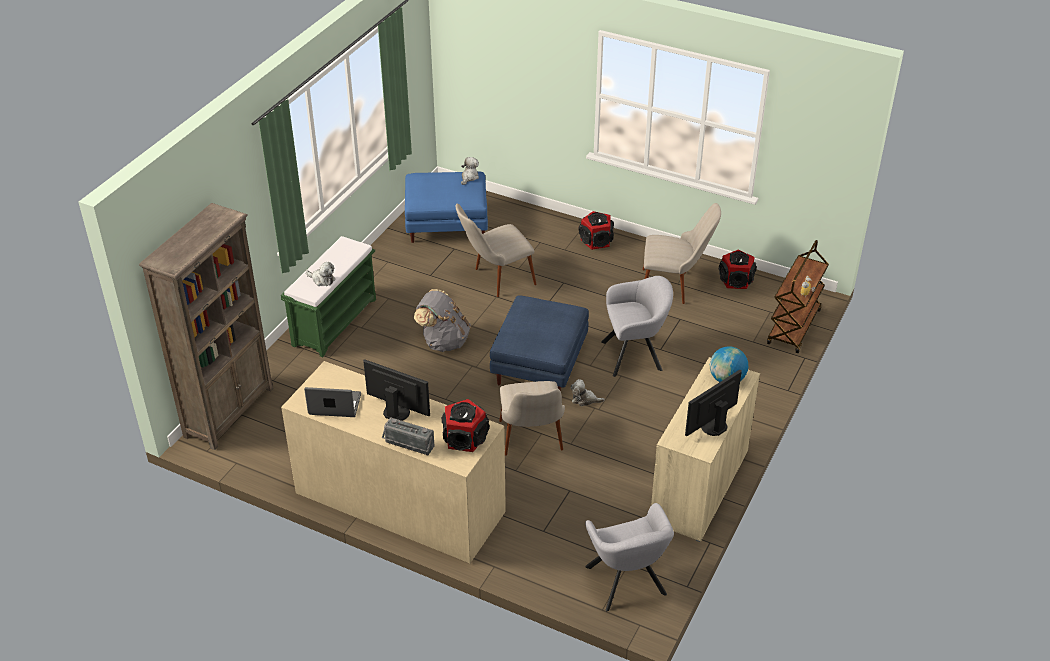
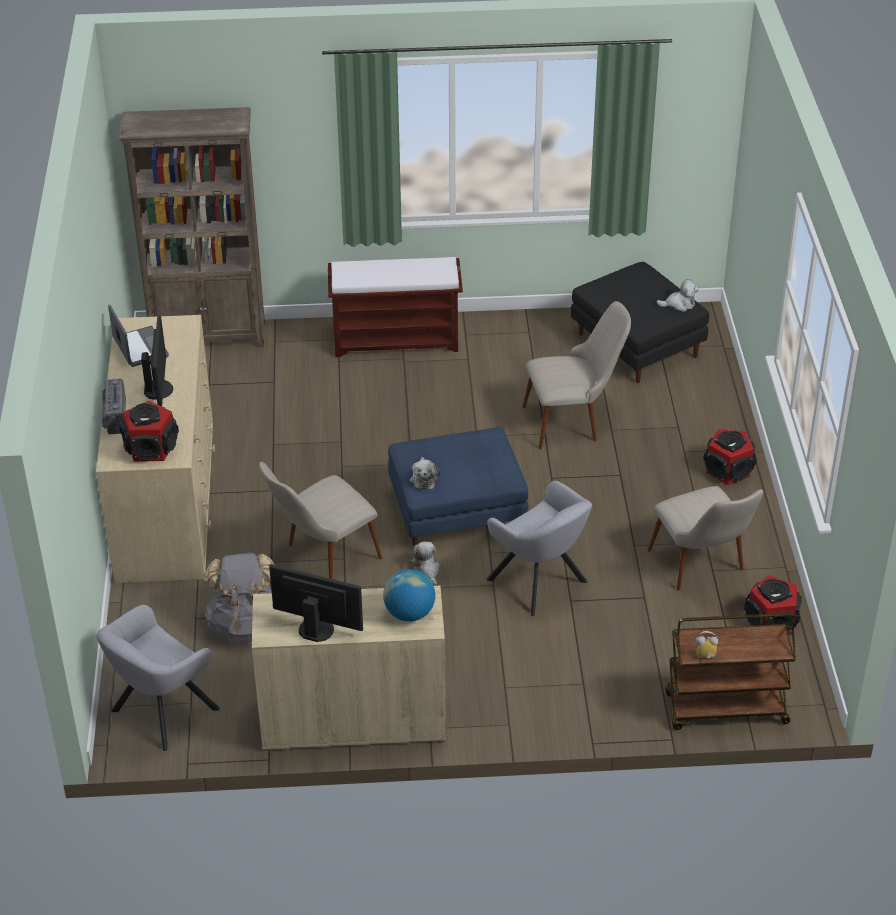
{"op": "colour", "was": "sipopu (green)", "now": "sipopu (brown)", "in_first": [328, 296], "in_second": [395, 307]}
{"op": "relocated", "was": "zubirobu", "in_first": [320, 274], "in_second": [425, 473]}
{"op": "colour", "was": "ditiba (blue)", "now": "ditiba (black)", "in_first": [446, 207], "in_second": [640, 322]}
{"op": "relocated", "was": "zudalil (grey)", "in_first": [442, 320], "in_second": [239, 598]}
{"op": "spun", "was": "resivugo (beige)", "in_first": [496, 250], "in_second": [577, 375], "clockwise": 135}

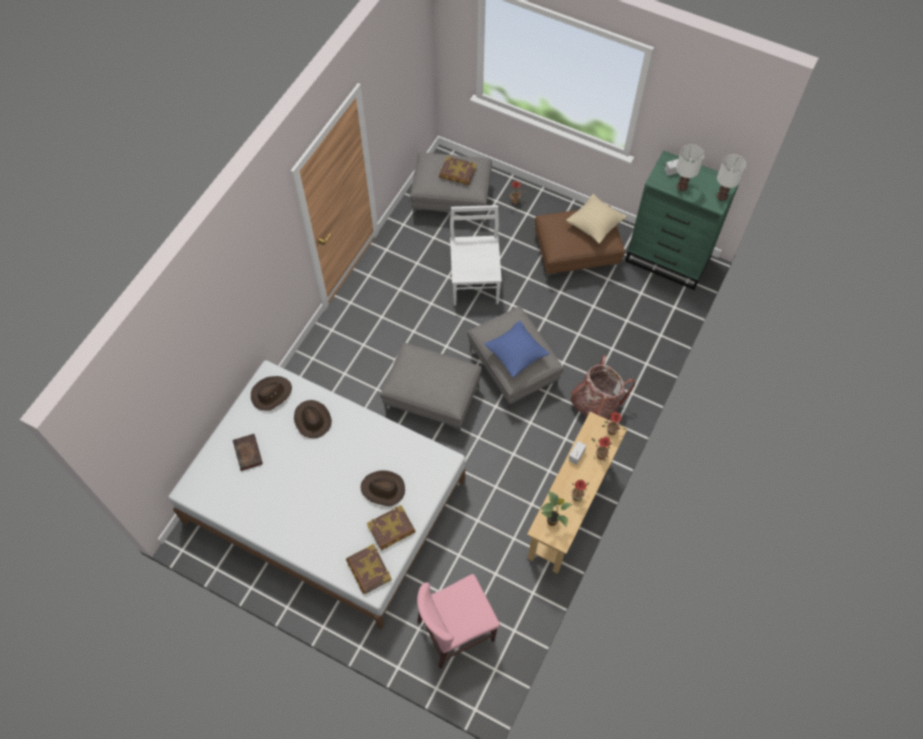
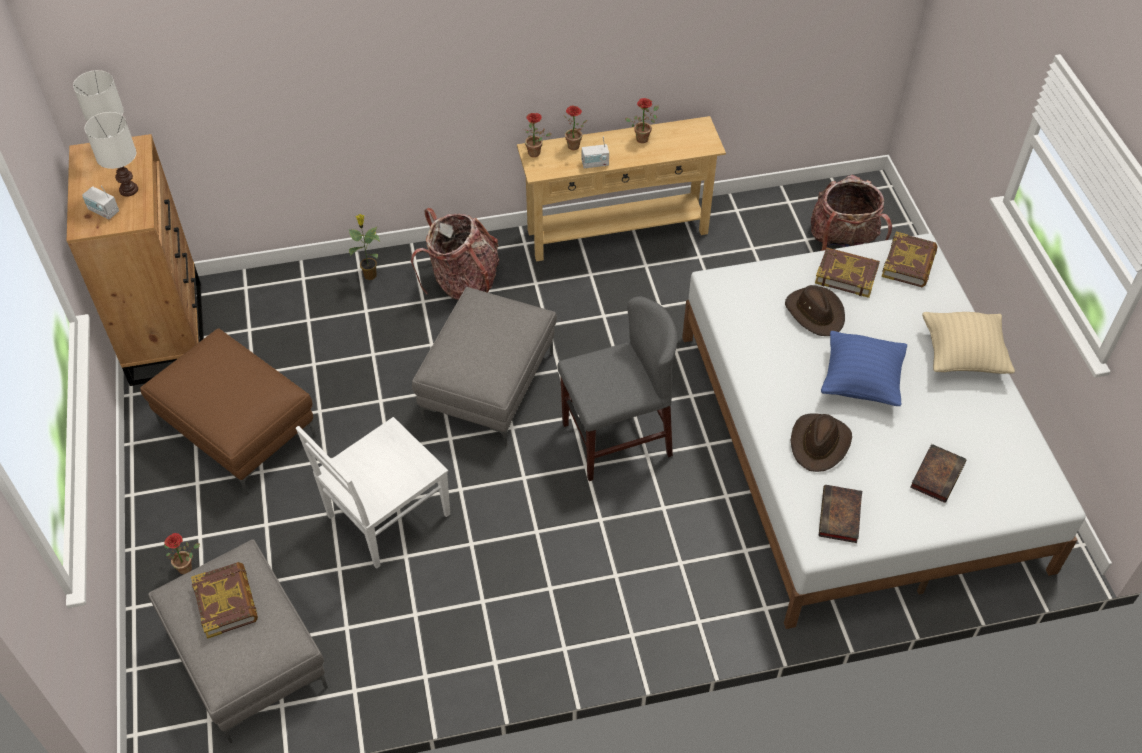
{"op": "exchanged", "was": "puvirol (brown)", "now": "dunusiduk", "in_first": [271, 393], "in_second": [840, 514]}
{"op": "exchanged", "was": "ditiba (grey)", "now": "resivugo (grey)", "in_first": [431, 388], "in_second": [617, 389]}
{"op": "exchanged", "was": "resivugo (pink)", "now": "zudalil", "in_first": [458, 621], "in_second": [851, 213]}
{"op": "relocated", "was": "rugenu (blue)", "in_first": [516, 349], "in_second": [864, 368]}
{"op": "relocated", "was": "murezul", "in_first": [556, 509], "in_second": [364, 247]}
{"op": "relocated", "was": "rugenu (beige)", "in_first": [596, 219], "in_second": [968, 343]}
{"op": "colour", "was": "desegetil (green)", "now": "desegetil (brown)", "in_first": [681, 220], "in_second": [135, 260]}

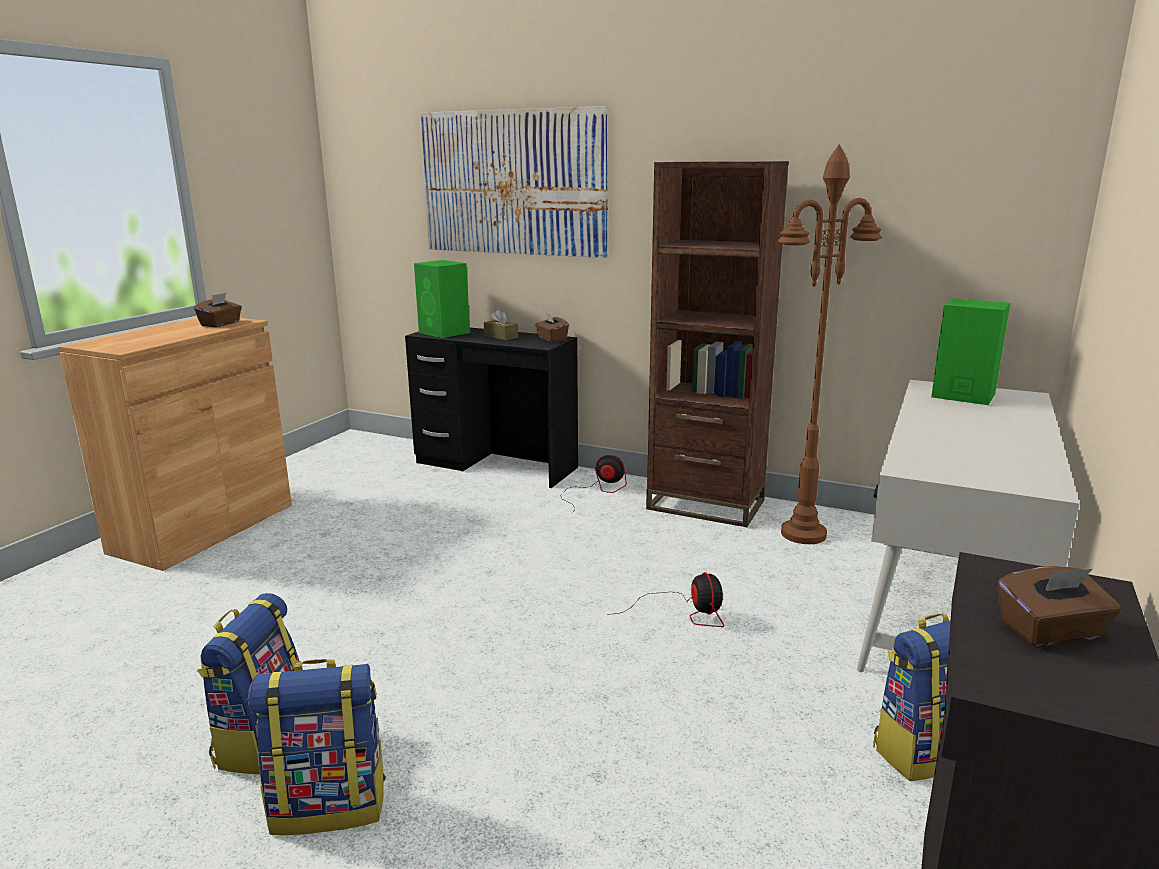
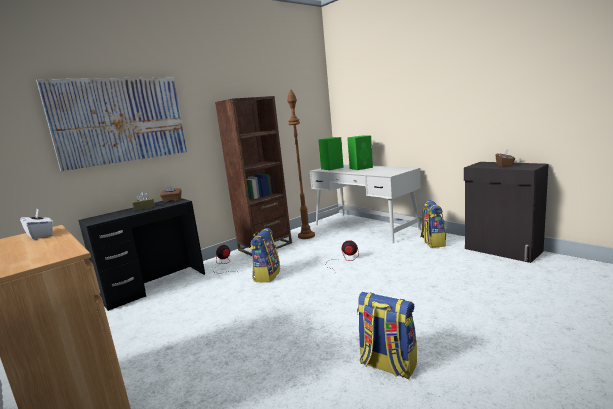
{"op": "colour", "was": "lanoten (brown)", "now": "lanoten (white)", "in_first": [218, 310], "in_second": [36, 224]}
{"op": "relocated", "was": "zudalil", "in_first": [317, 747], "in_second": [265, 255]}
{"op": "relocated", "was": "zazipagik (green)", "in_first": [442, 299], "in_second": [360, 152]}

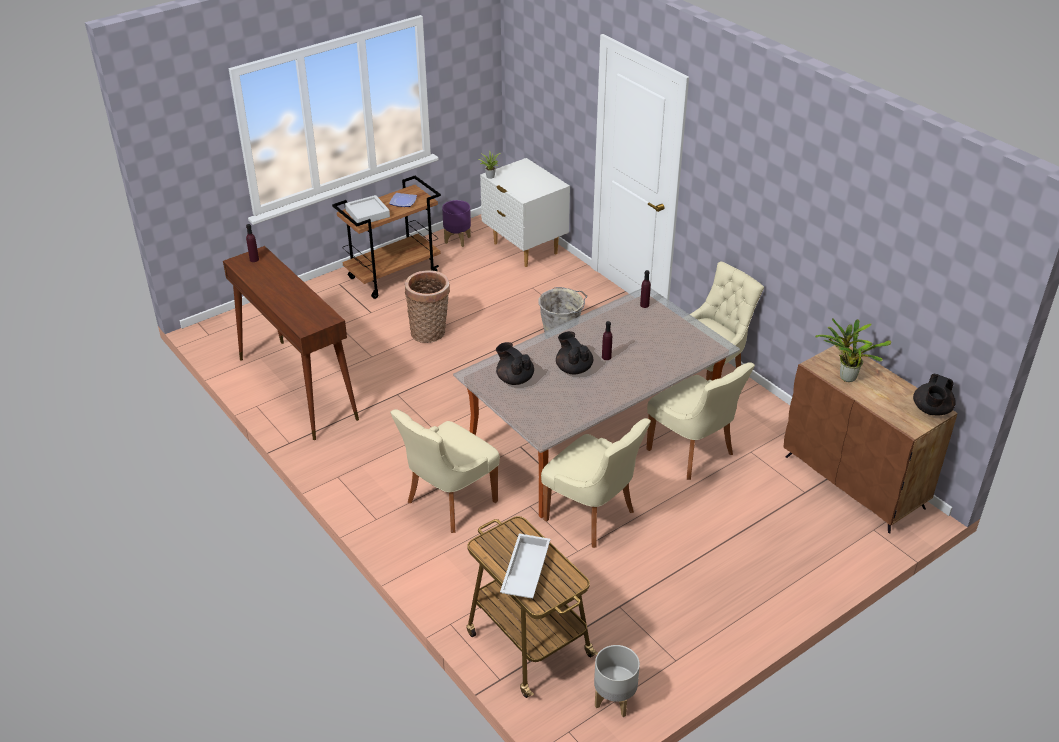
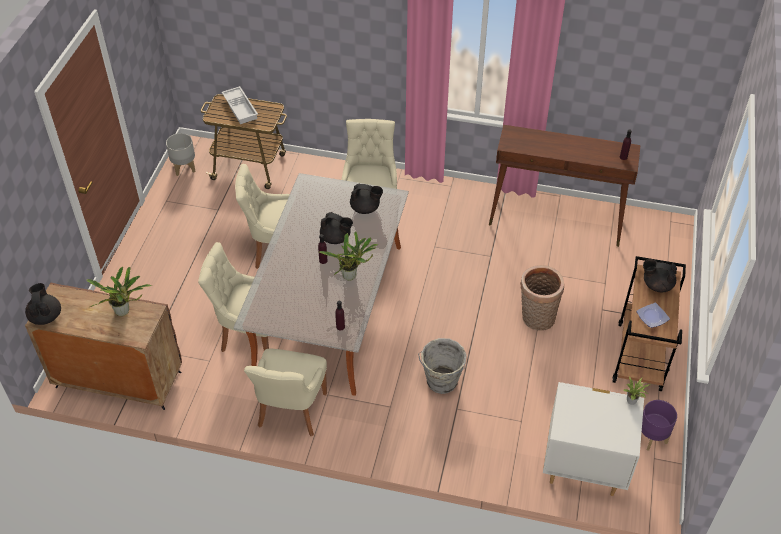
{"op": "exchanged", "was": "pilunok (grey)", "now": "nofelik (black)", "in_first": [367, 209], "in_second": [660, 275]}
{"op": "appeared", "now": "murezul", "in_second": [349, 256]}

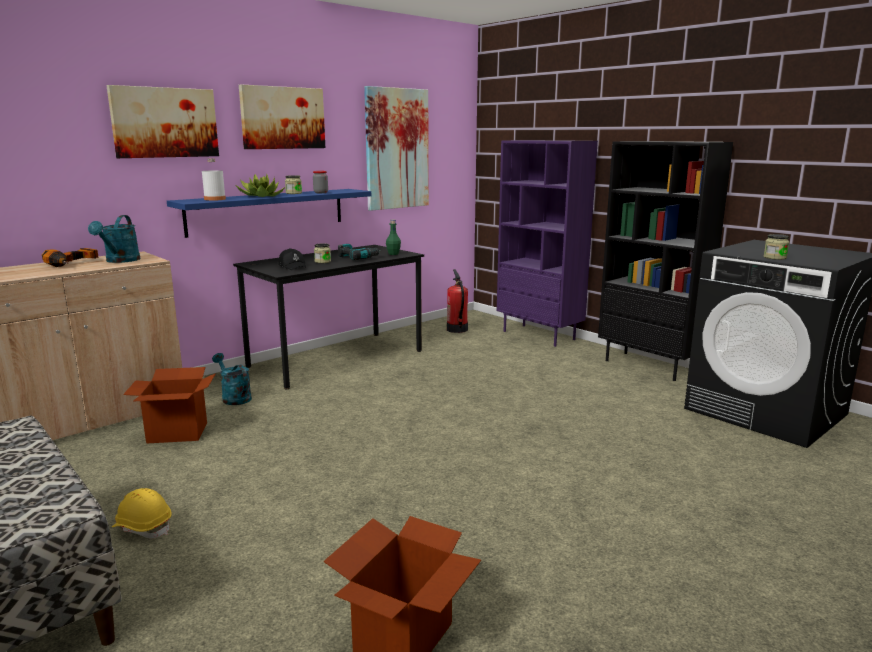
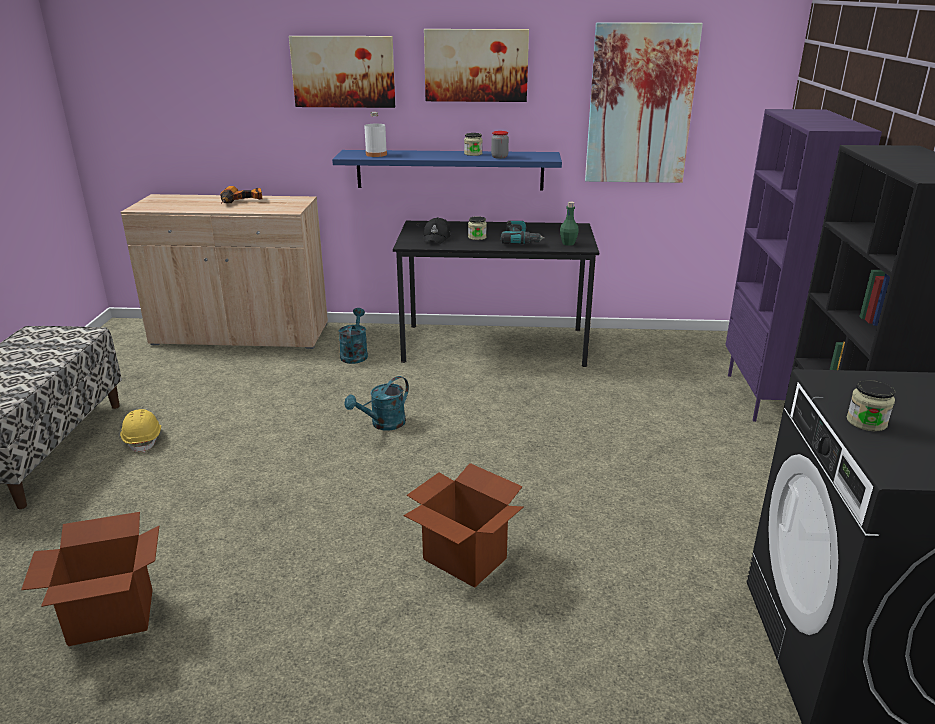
{"op": "relocated", "was": "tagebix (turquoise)", "in_first": [114, 239], "in_second": [376, 403]}
{"op": "relocated", "was": "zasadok", "in_first": [169, 405], "in_second": [464, 525]}
{"op": "missing", "was": "murezul", "in_first": [260, 185]}
{"op": "missing", "was": "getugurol", "in_first": [457, 301]}

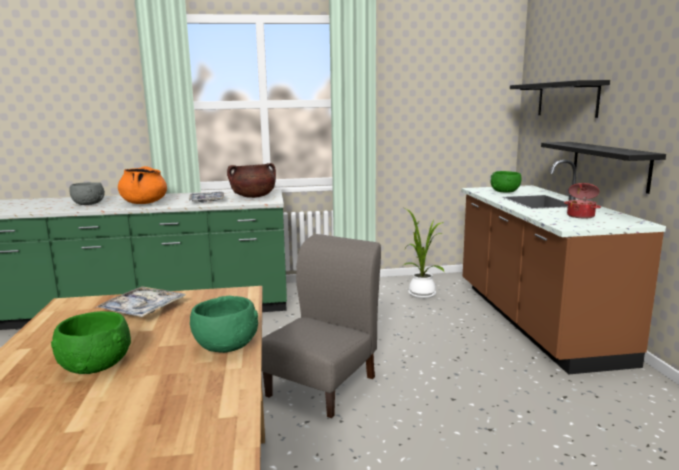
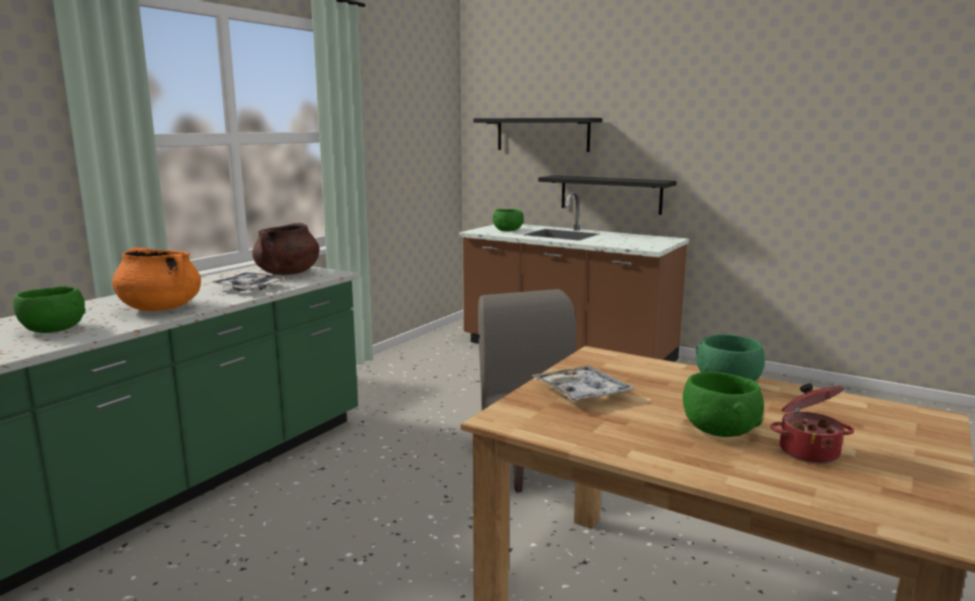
{"op": "colour", "was": "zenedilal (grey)", "now": "zenedilal (green)", "in_first": [87, 193], "in_second": [49, 309]}
{"op": "missing", "was": "murezul", "in_first": [424, 253]}
{"op": "relocated", "was": "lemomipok", "in_first": [582, 200], "in_second": [812, 423]}

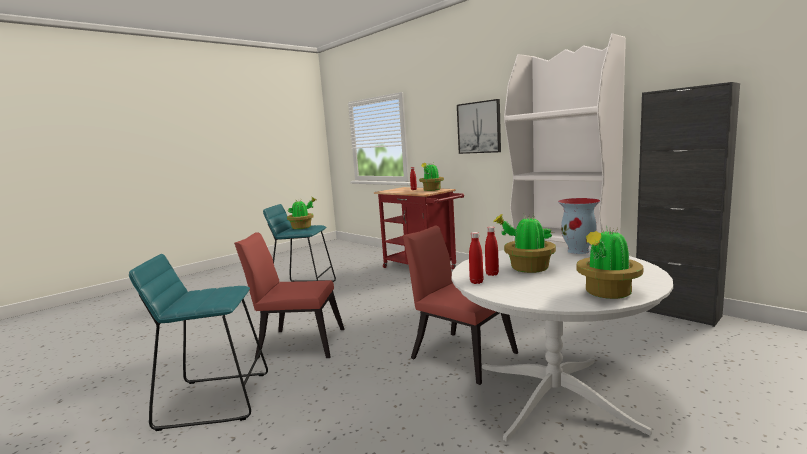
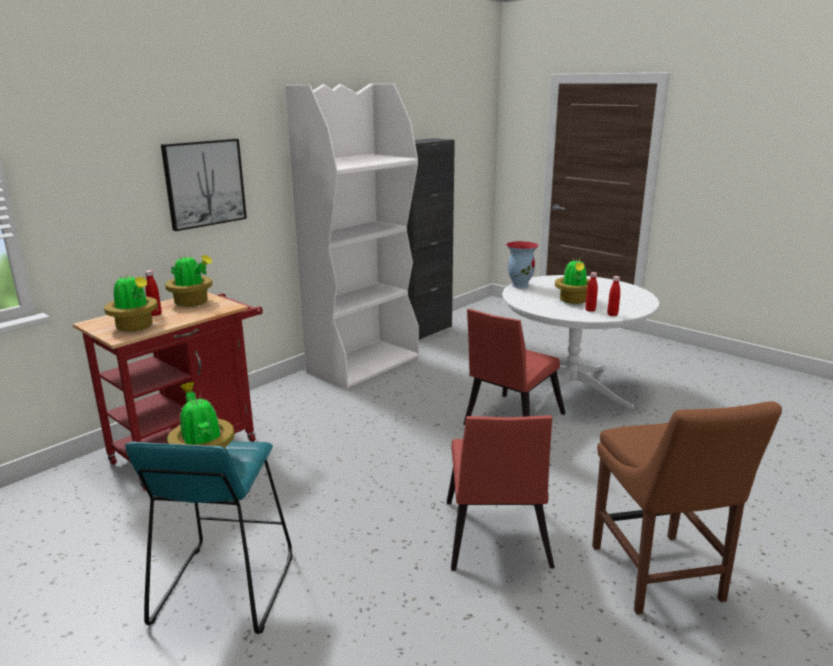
{"op": "exchanged", "was": "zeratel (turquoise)", "now": "resivugo (brown)", "in_first": [198, 342], "in_second": [687, 507]}
{"op": "relocated", "was": "murezul", "in_first": [609, 262], "in_second": [131, 303]}

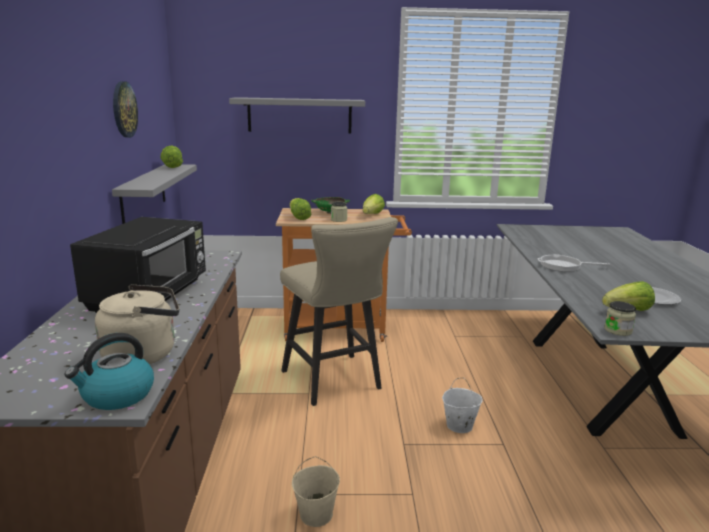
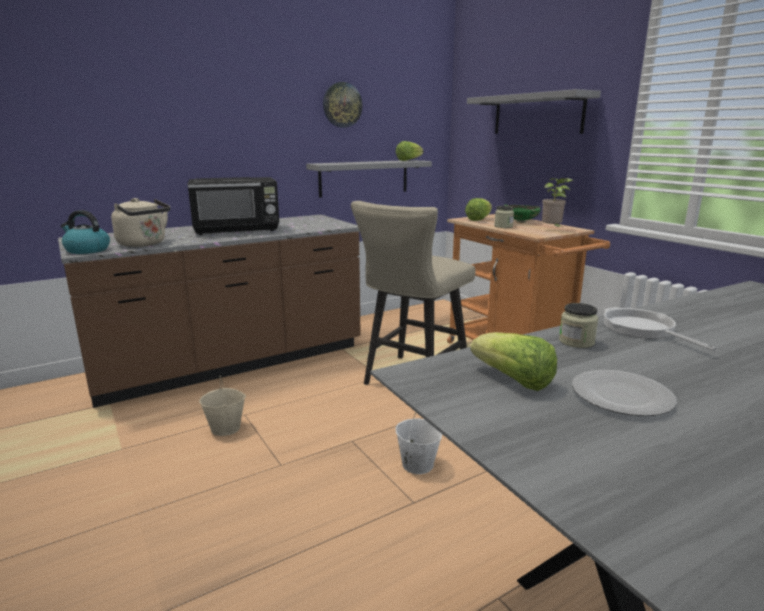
{"op": "exchanged", "was": "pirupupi", "now": "murezul", "in_first": [374, 204], "in_second": [557, 203]}
{"op": "relocated", "was": "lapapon", "in_first": [620, 318], "in_second": [578, 325]}

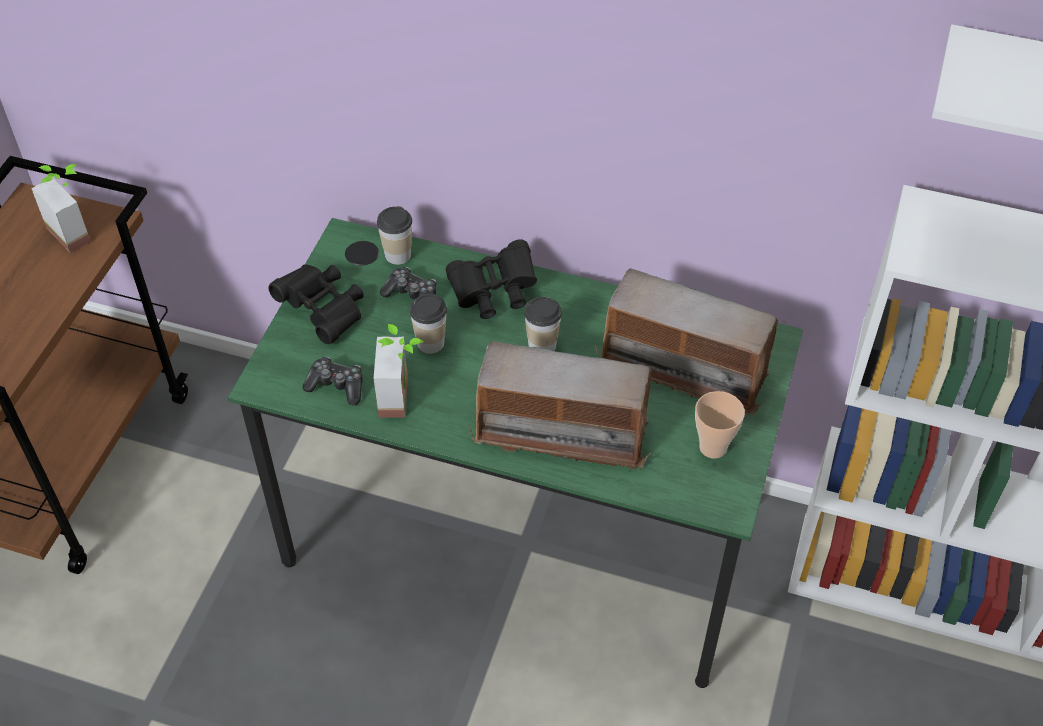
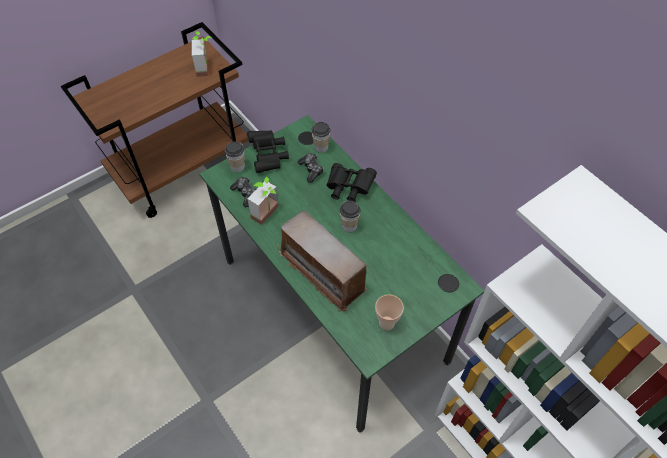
{"op": "relocated", "was": "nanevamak", "in_first": [428, 324], "in_second": [235, 156]}
{"op": "missing", "was": "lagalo", "in_first": [690, 342]}

